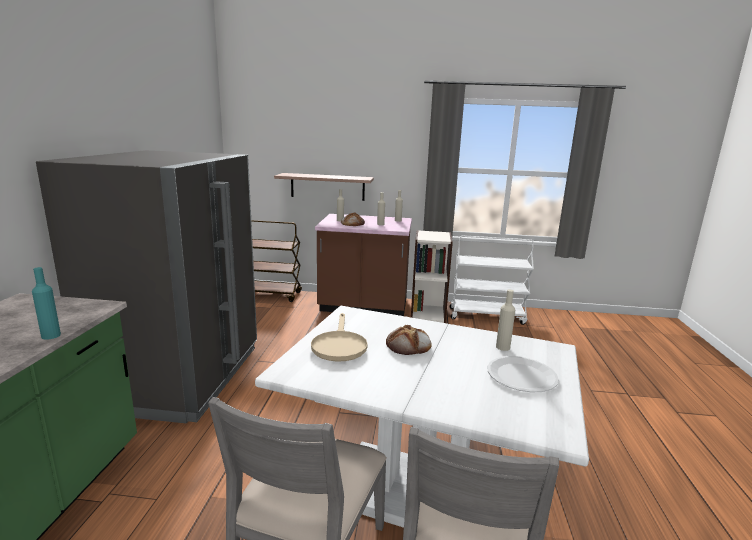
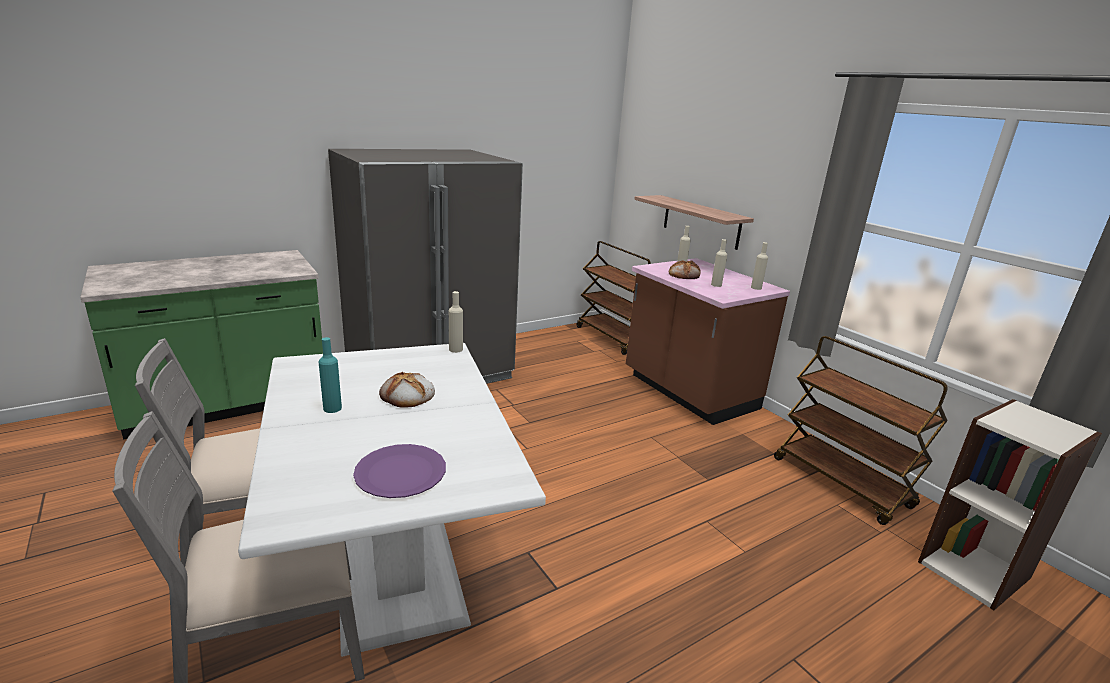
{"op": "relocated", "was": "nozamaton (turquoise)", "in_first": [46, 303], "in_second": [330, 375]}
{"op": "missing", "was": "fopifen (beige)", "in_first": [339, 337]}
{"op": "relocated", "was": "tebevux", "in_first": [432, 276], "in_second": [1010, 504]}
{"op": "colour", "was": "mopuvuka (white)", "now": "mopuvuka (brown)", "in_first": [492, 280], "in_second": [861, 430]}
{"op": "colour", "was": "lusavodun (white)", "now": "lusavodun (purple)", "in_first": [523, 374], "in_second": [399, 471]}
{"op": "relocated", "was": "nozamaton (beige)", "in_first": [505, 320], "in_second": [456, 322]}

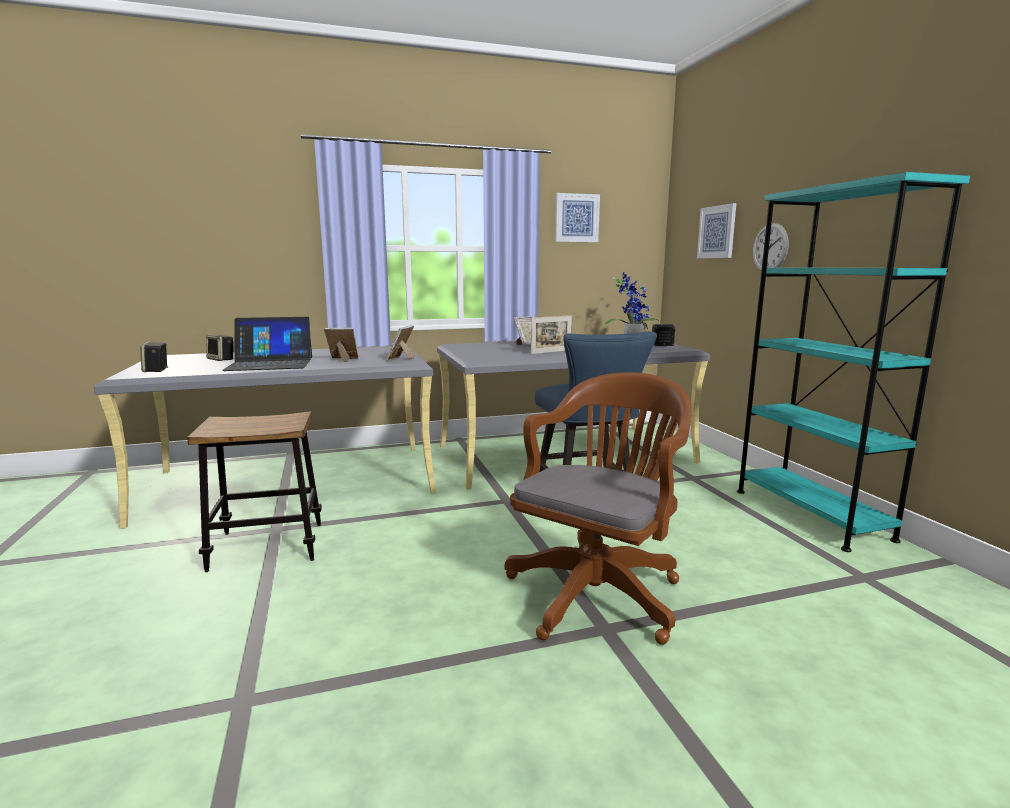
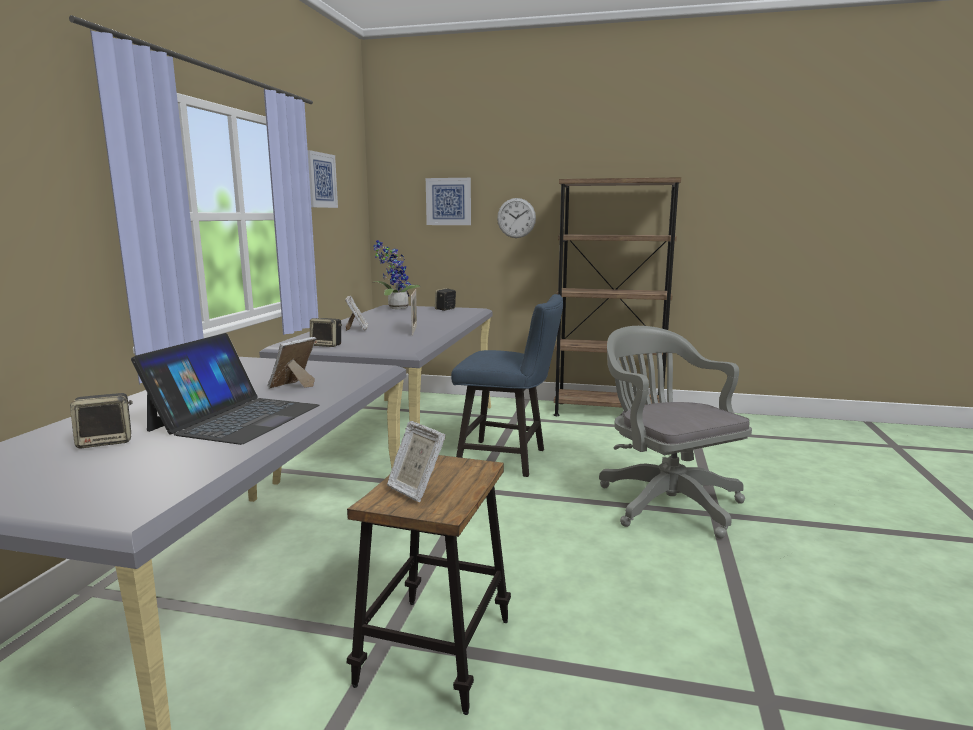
{"op": "relocated", "was": "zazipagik", "in_first": [154, 357], "in_second": [326, 332]}
{"op": "relocated", "was": "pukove", "in_first": [400, 342], "in_second": [416, 461]}
{"op": "colour", "was": "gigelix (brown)", "now": "gigelix (grey)", "in_first": [598, 508], "in_second": [675, 432]}
{"op": "colour", "was": "tebevux (turquoise)", "now": "tebevux (brown)", "in_first": [853, 362], "in_second": [617, 296]}

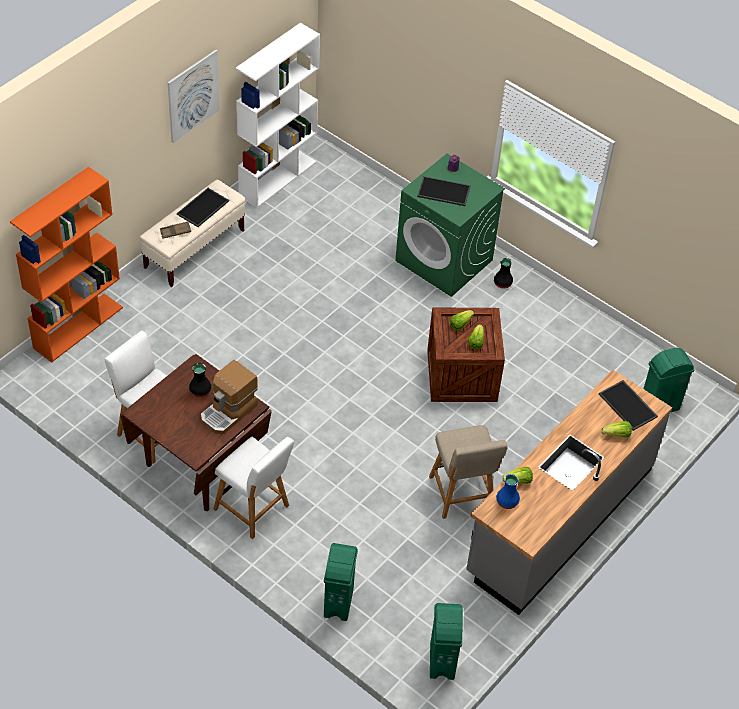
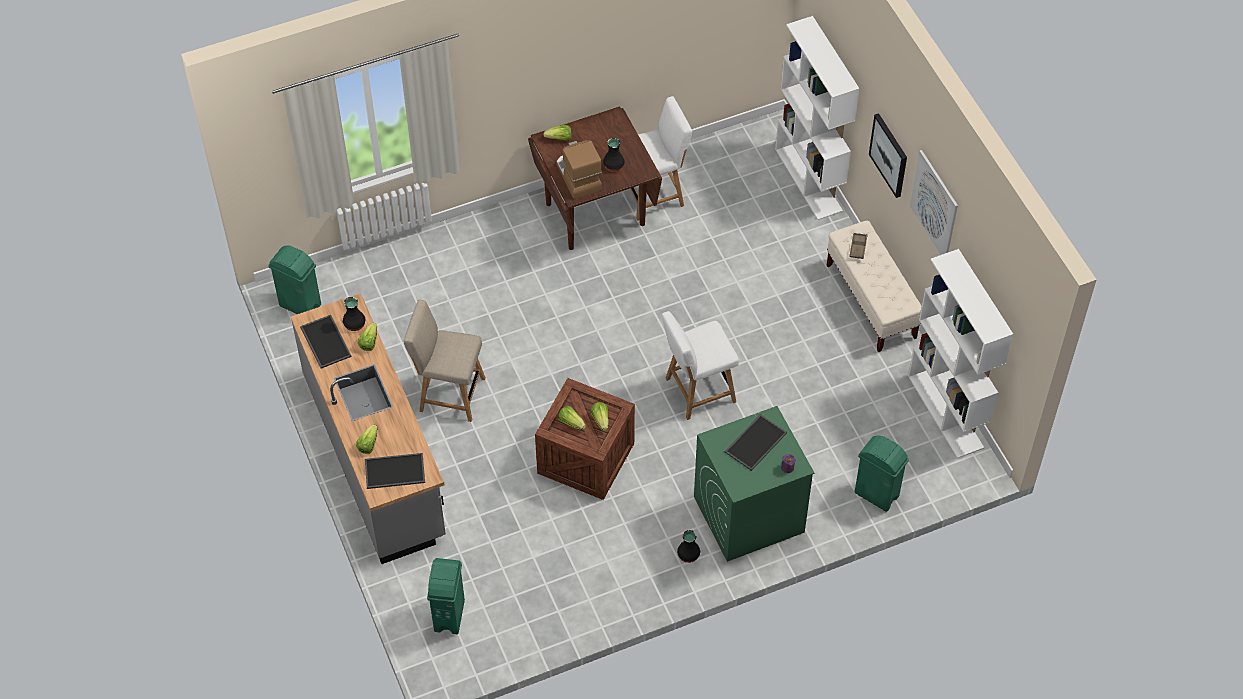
{"op": "colour", "was": "tebevux (orange)", "now": "tebevux (white)", "in_first": [66, 265], "in_second": [817, 118]}
{"op": "relocated", "was": "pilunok", "in_first": [203, 207], "in_second": [326, 342]}
{"op": "relocated", "was": "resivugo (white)", "in_first": [253, 488], "in_second": [700, 365]}
{"op": "relocated", "was": "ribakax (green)", "in_first": [341, 582], "in_second": [882, 474]}
{"op": "colour", "was": "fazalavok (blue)", "now": "fazalavok (black)", "in_first": [508, 491], "in_second": [354, 314]}
{"op": "appeared", "now": "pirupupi", "in_second": [557, 133]}
{"op": "appeared", "now": "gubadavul", "in_second": [888, 155]}

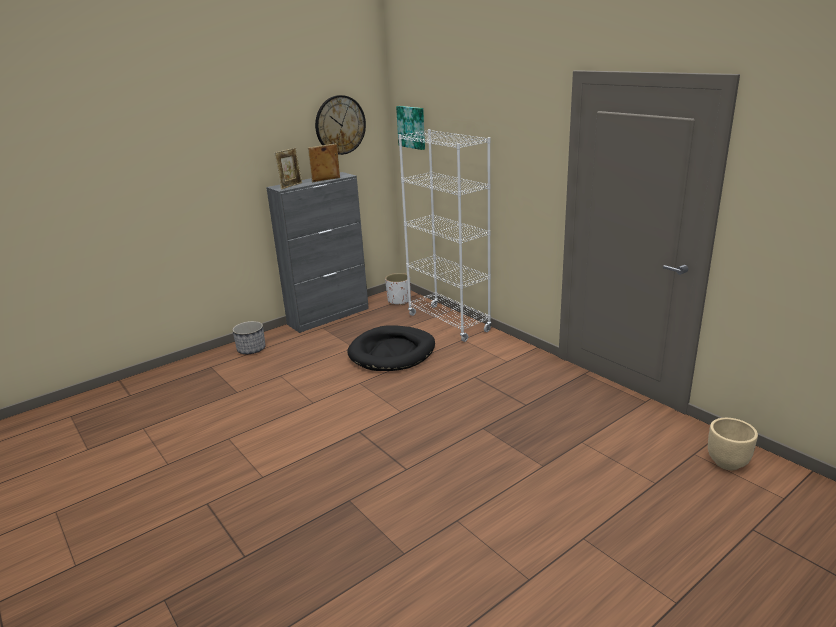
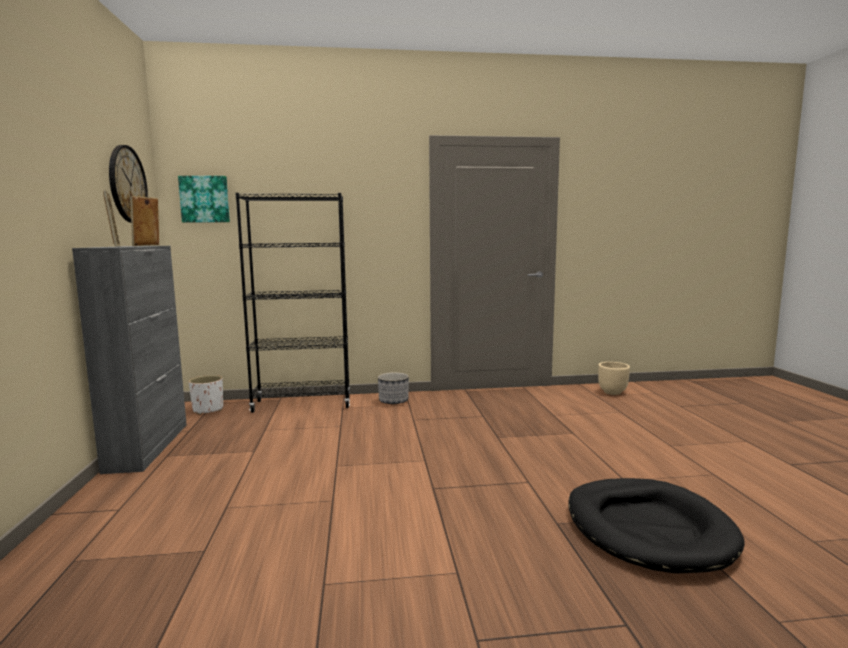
{"op": "relocated", "was": "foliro", "in_first": [249, 337], "in_second": [393, 388]}
{"op": "relocated", "was": "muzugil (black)", "in_first": [391, 348], "in_second": [657, 525]}
{"op": "colour", "was": "tebevux (white)", "now": "tebevux (black)", "in_first": [444, 235], "in_second": [292, 303]}

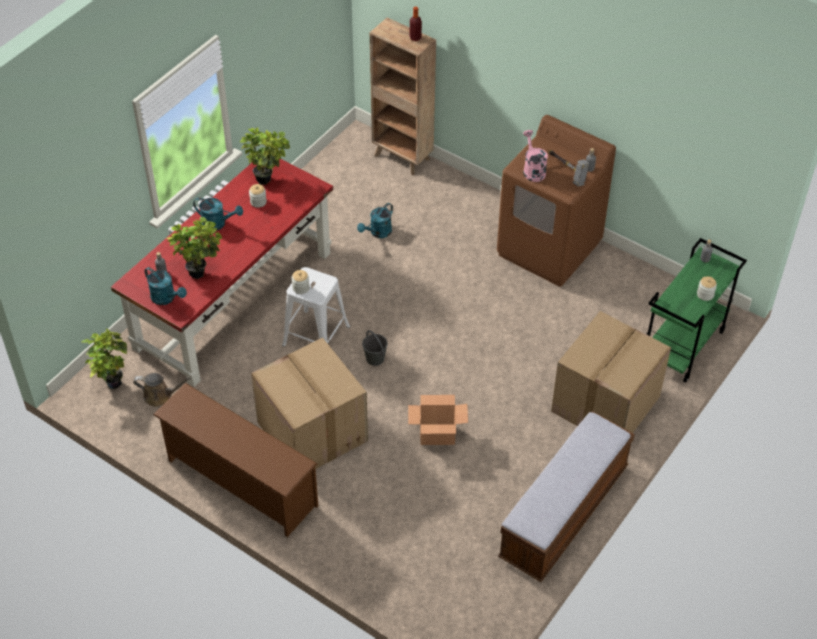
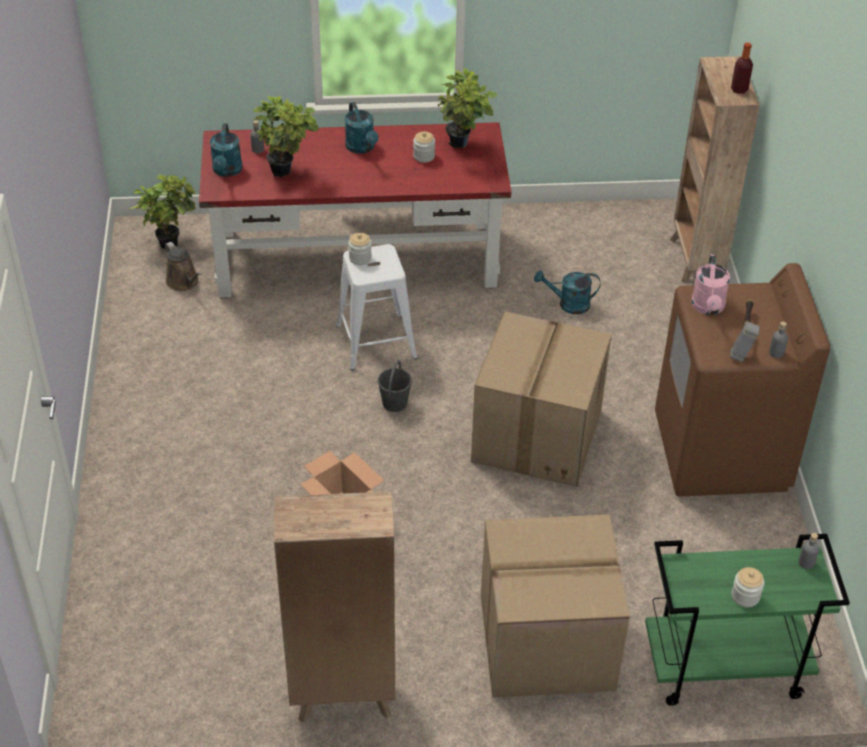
{"op": "missing", "was": "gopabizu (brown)", "in_first": [235, 460]}
{"op": "relocated", "was": "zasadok", "in_first": [309, 403], "in_second": [541, 399]}
{"op": "exchanged", "was": "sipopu", "now": "tebevux (brown)", "in_first": [566, 496], "in_second": [334, 607]}
{"op": "spun", "was": "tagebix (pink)", "in_first": [535, 156], "in_second": [710, 284], "clockwise": 150}

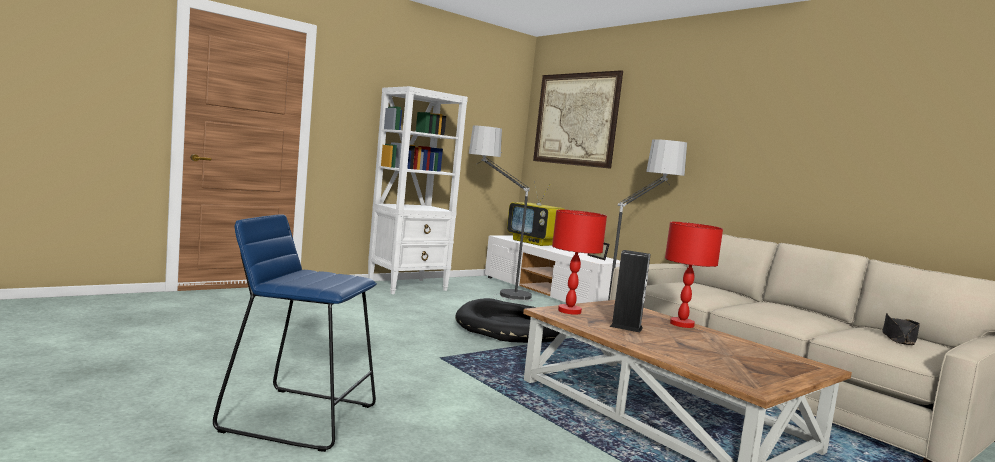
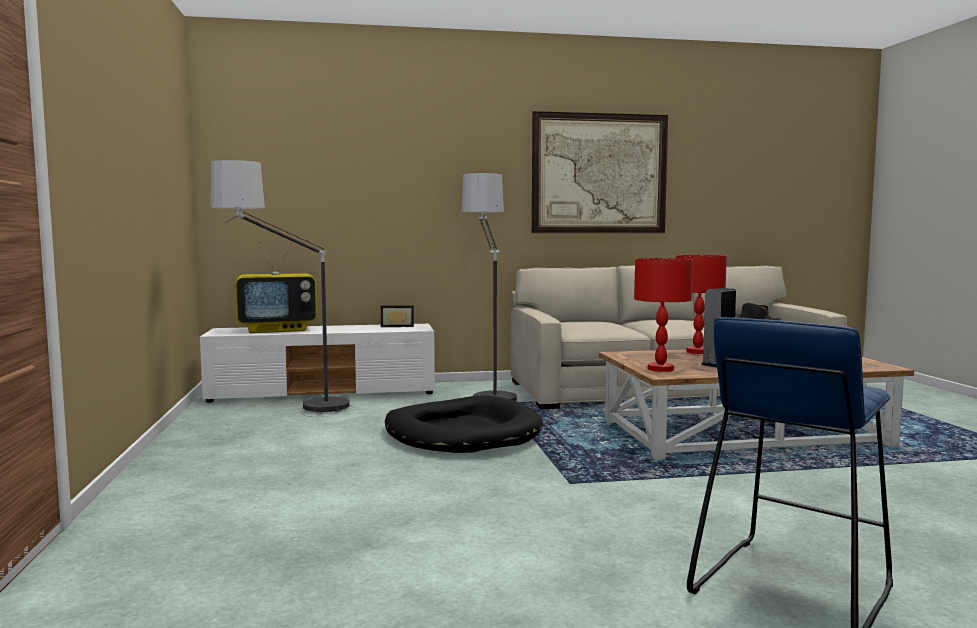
{"op": "missing", "was": "tebevux (white)", "in_first": [418, 190]}
{"op": "relocated", "was": "gubadavul", "in_first": [578, 119], "in_second": [600, 172]}

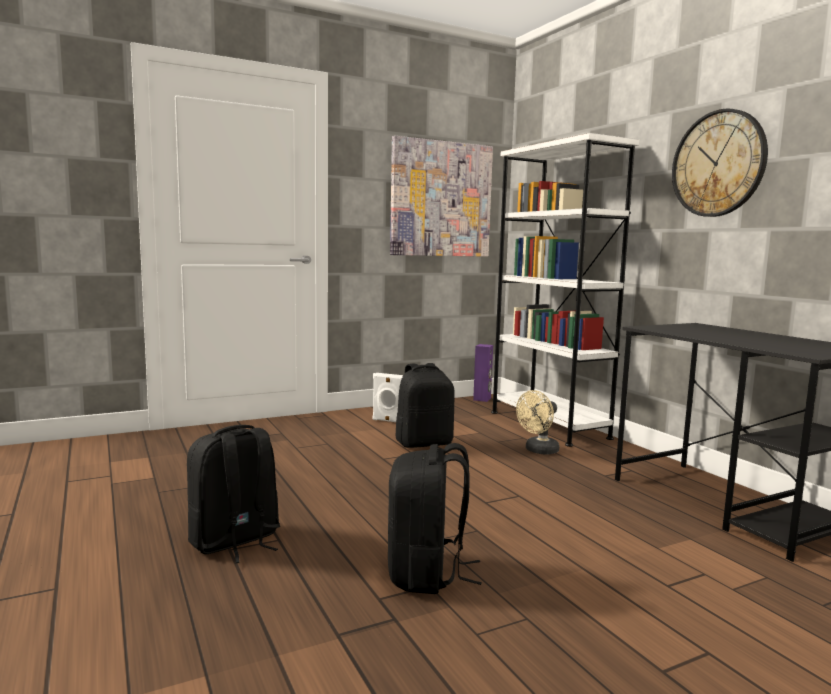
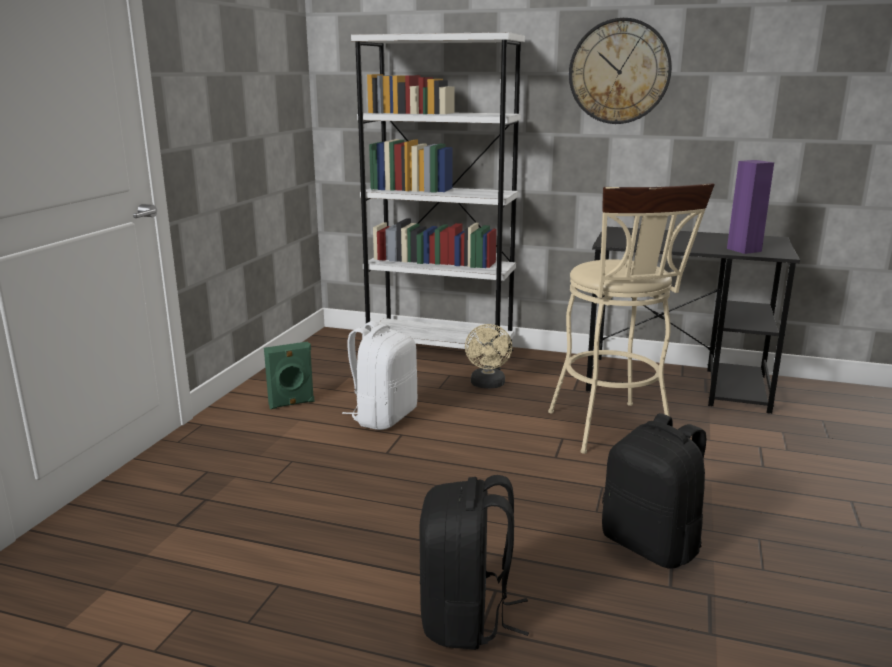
{"op": "colour", "was": "zazipagik (white)", "now": "zazipagik (green)", "in_first": [387, 397], "in_second": [289, 375]}
{"op": "missing", "was": "gubadavul", "in_first": [441, 196]}
{"op": "colour", "was": "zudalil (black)", "now": "zudalil (white)", "in_first": [425, 405], "in_second": [379, 375]}
{"op": "relocated", "was": "zazipagik (purple)", "in_first": [483, 373], "in_second": [750, 207]}
{"op": "appeared", "now": "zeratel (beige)", "in_second": [631, 318]}

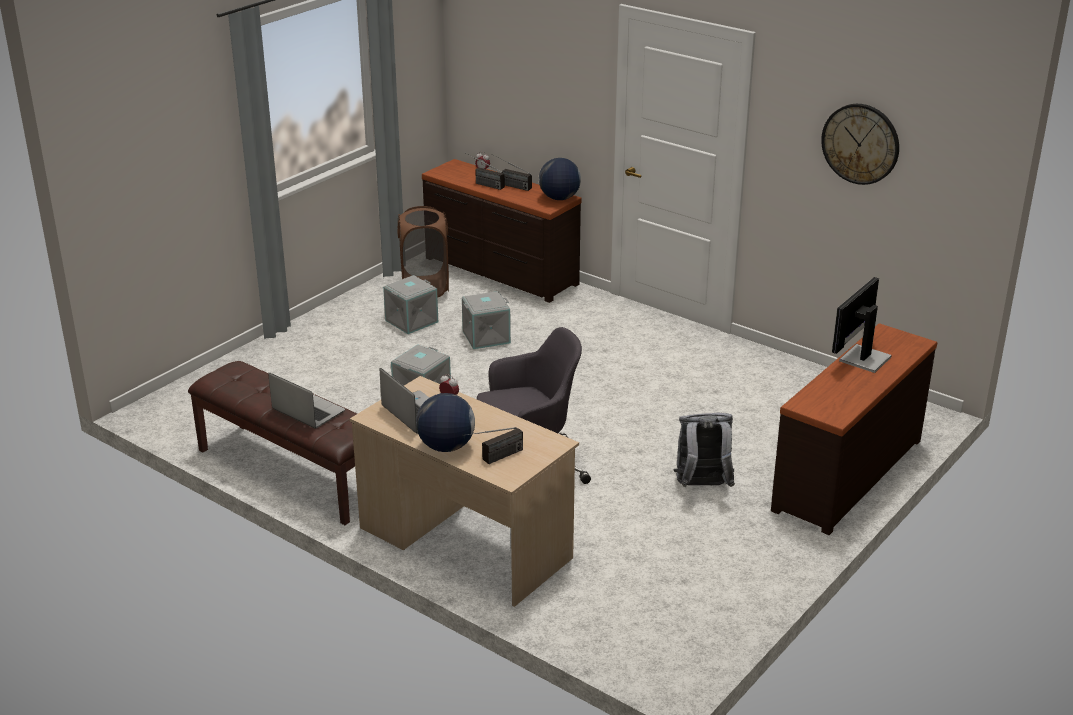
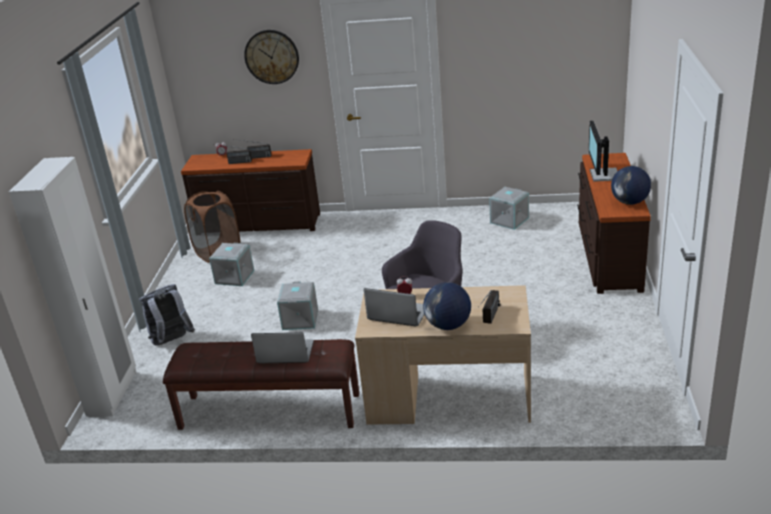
{"op": "relocated", "was": "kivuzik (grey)", "in_first": [486, 320], "in_second": [509, 208]}
{"op": "relocated", "was": "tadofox", "in_first": [560, 179], "in_second": [631, 185]}
{"op": "relocated", "was": "zudalil (grey)", "in_first": [704, 450], "in_second": [167, 314]}
{"op": "relocated", "was": "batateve", "in_first": [860, 144], "in_second": [271, 57]}
{"op": "appeared", "now": "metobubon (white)", "in_second": [72, 287]}

